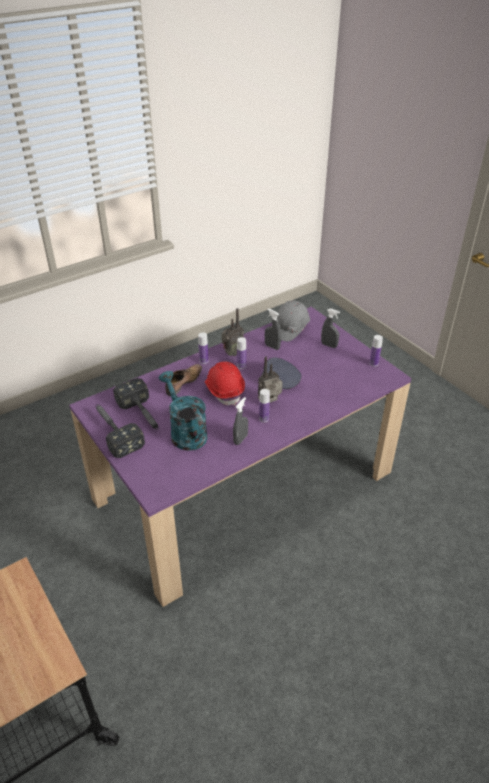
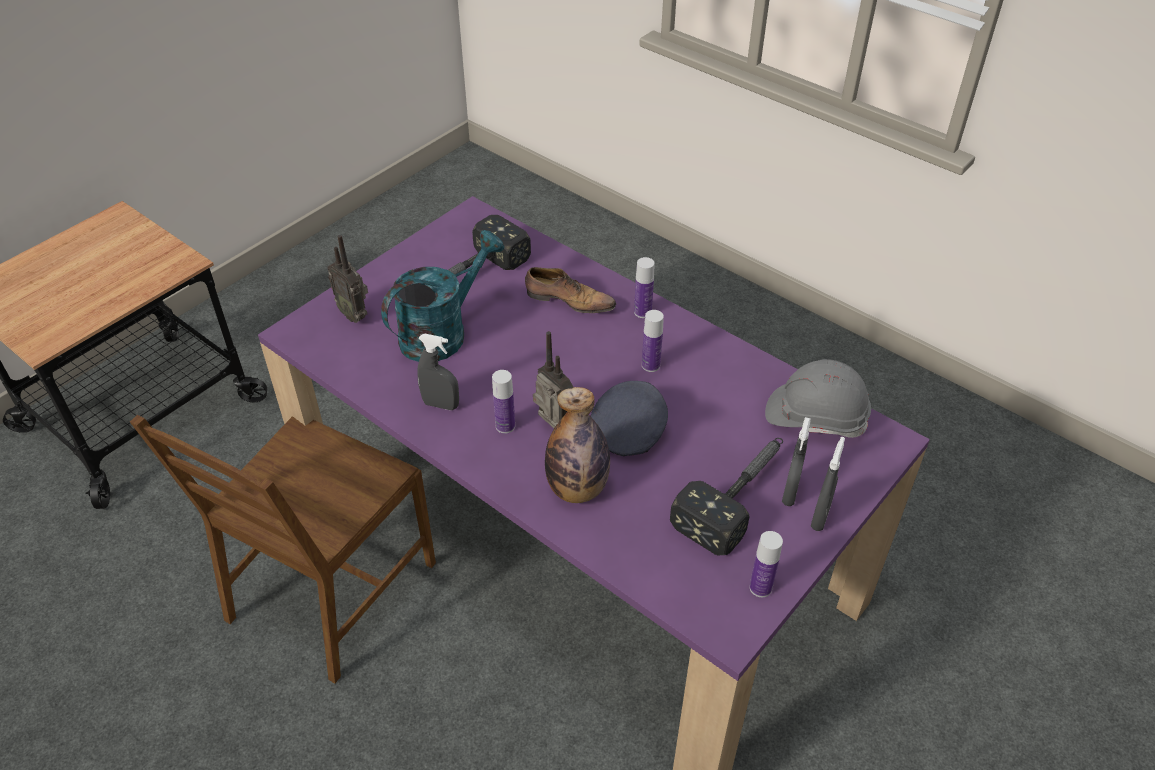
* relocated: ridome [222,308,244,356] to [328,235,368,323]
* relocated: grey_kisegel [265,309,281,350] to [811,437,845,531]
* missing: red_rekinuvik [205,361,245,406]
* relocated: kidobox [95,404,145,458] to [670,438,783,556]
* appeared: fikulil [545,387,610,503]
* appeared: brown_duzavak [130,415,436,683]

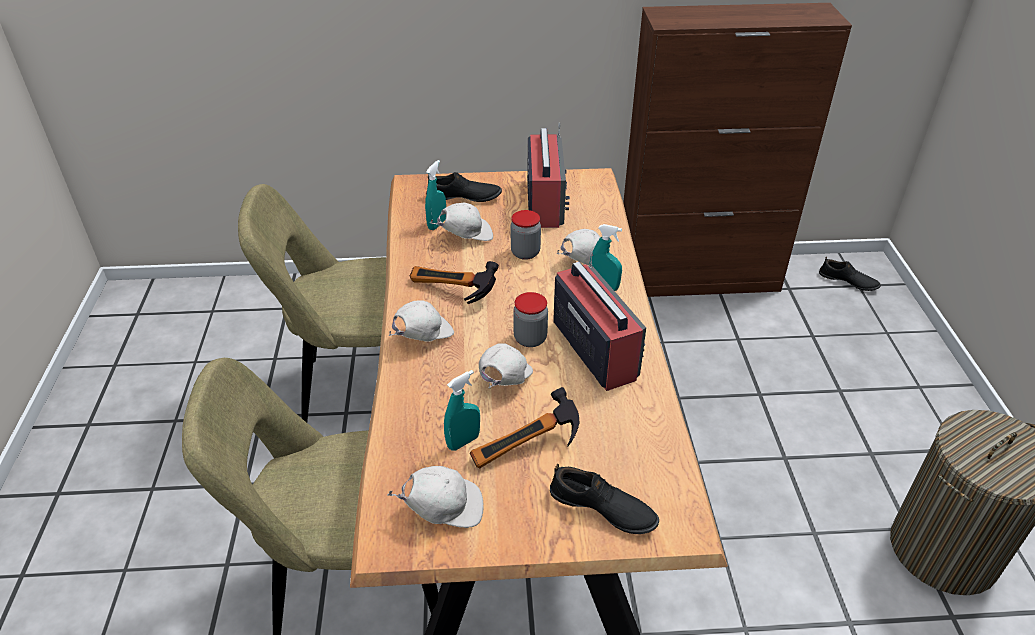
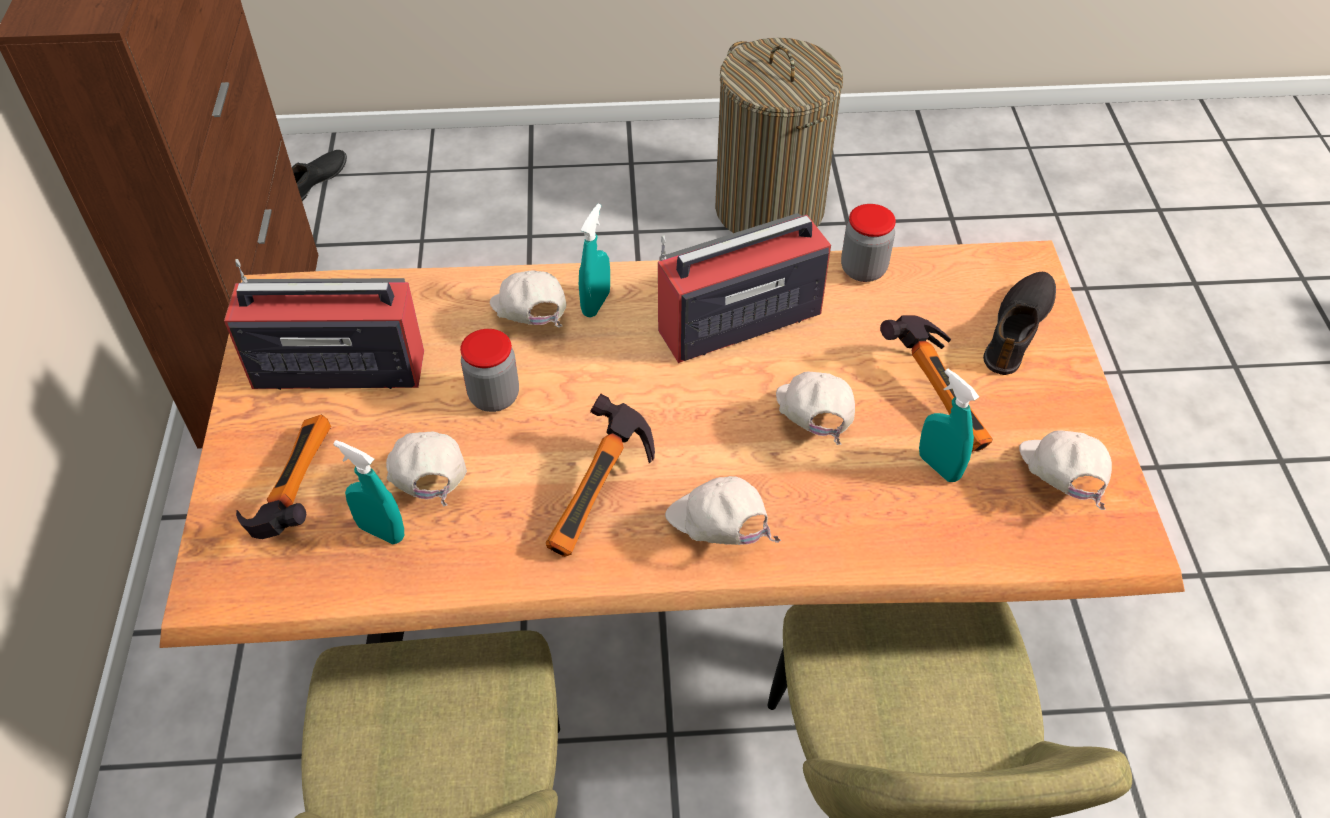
* exchanged: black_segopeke [426,172,502,202] to kidobox [236,415,331,539]
* relocated: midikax [513,292,548,347] to [841,204,896,282]
* spun: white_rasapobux [479,343,533,389] = [776,372,855,445] 60 degrees clockwise

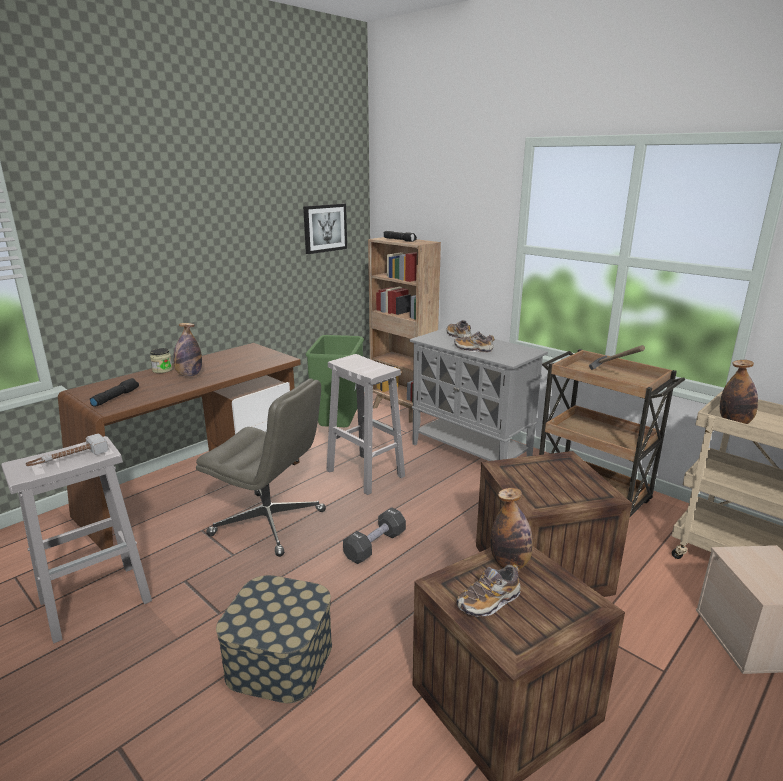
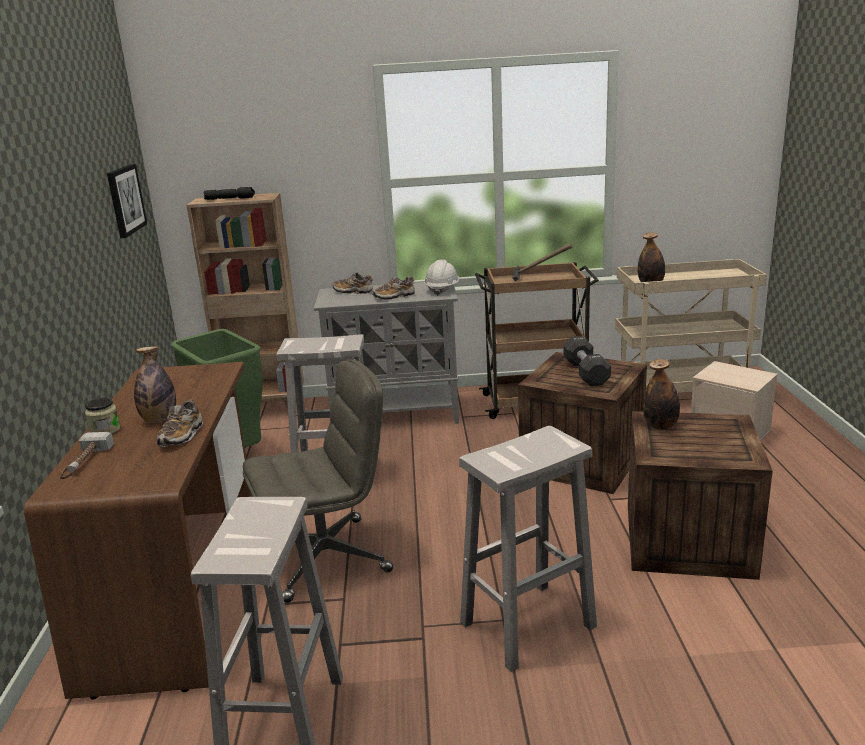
* missing: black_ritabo [90,378,139,407]
* relocated: kidobox [26,434,108,466] to [60,432,114,479]
* relocated: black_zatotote [343,507,406,564] to [563,336,611,386]
* relocated: segopeke [456,564,521,617] to [157,399,203,447]
* exchanged: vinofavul [216,575,332,703] to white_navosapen [459,426,597,672]
* appeared: white_rekinuvik [424,260,459,296]

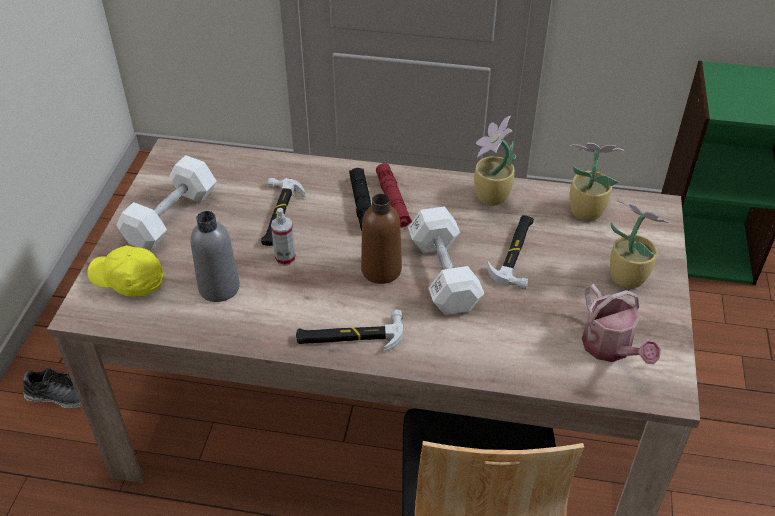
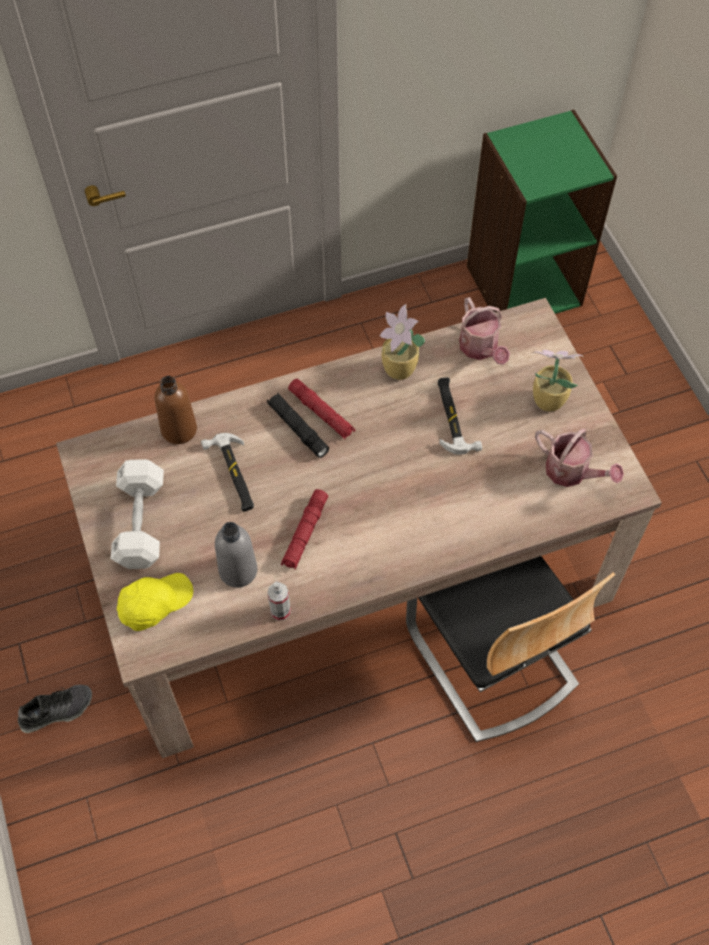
* exchanged: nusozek [570,143,624,221] to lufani [459,297,510,365]
* relocated: brown_fikulil [361,194,402,284] to [155,376,197,444]
* missing: white_zatotote [408,206,484,315]
* relocated: kisegel [271,208,296,266] to [267,581,291,621]
* spun: yellow_rasapobux [88,245,164,297] = [117,573,193,631] 150 degrees clockwise
* missing: kidobox [296,309,403,352]
* appeared: red_ritabo [281,489,328,570]

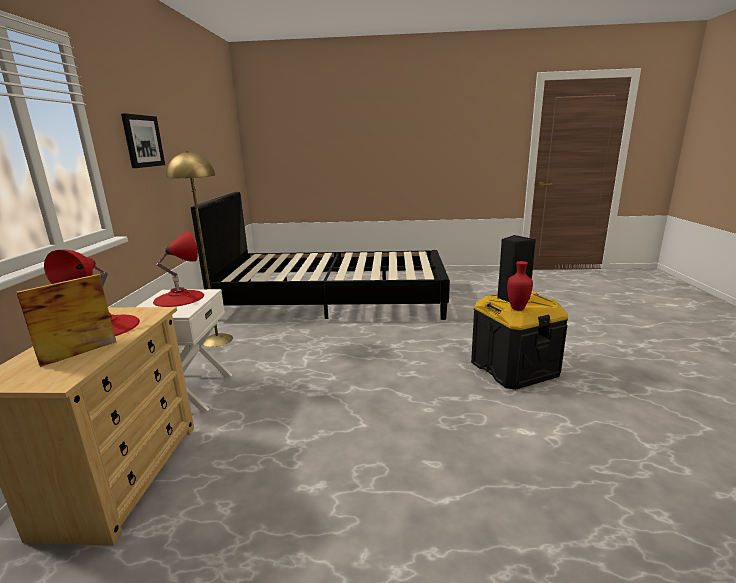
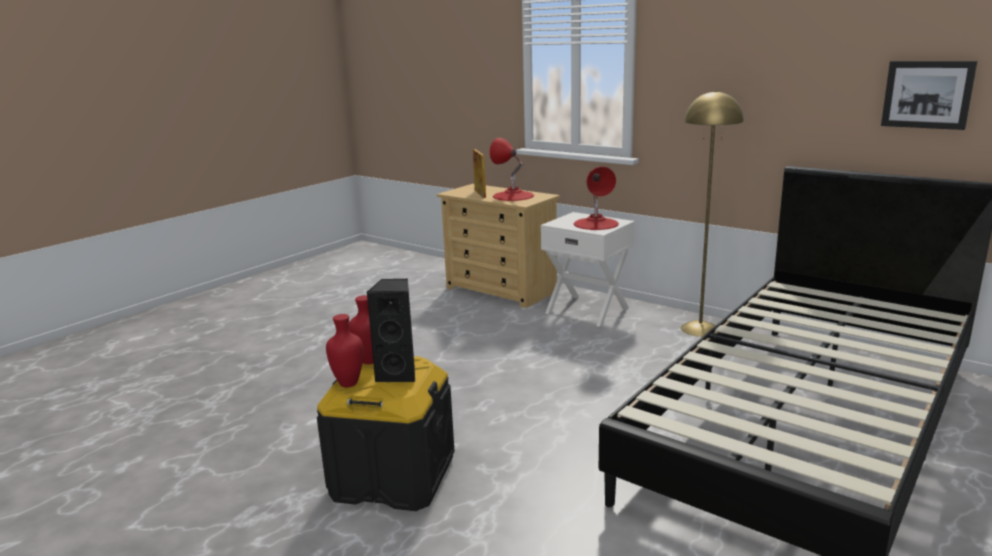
* relocated: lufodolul [121,113,165,168] to [881,61,977,130]
* appeared: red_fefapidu [326,314,363,387]

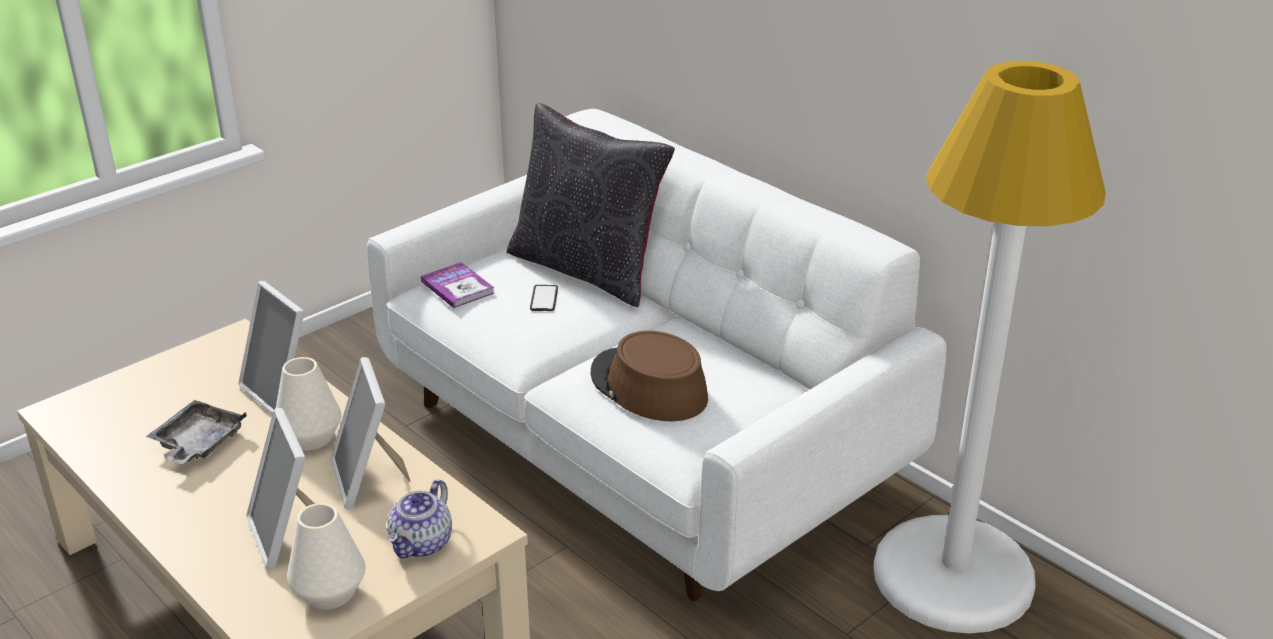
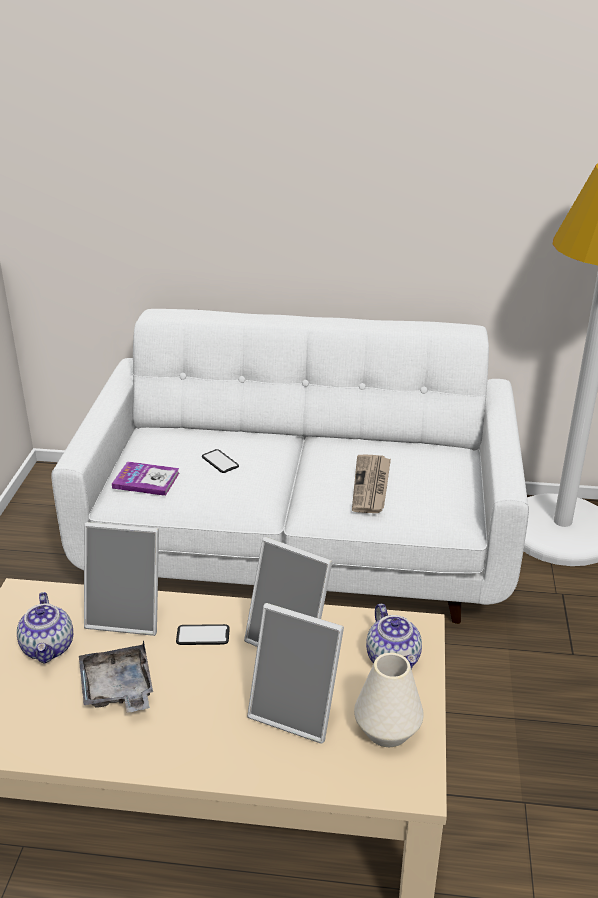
* missing: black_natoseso [506,103,675,307]
* exchanged: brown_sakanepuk [591,331,708,421] to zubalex [352,455,391,513]
* exchanged: white_fefapidu [276,357,341,451] to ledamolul [176,624,230,645]
* appeared: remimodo [17,592,73,664]

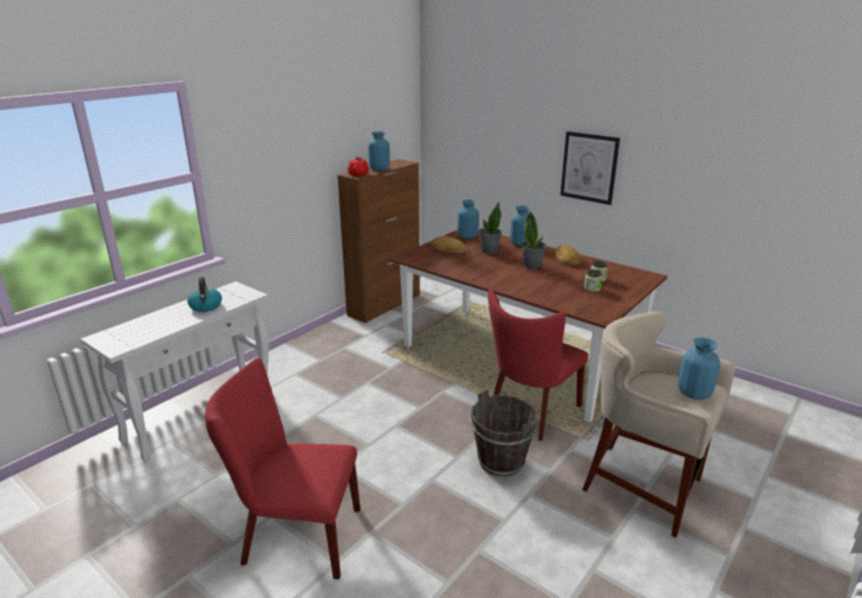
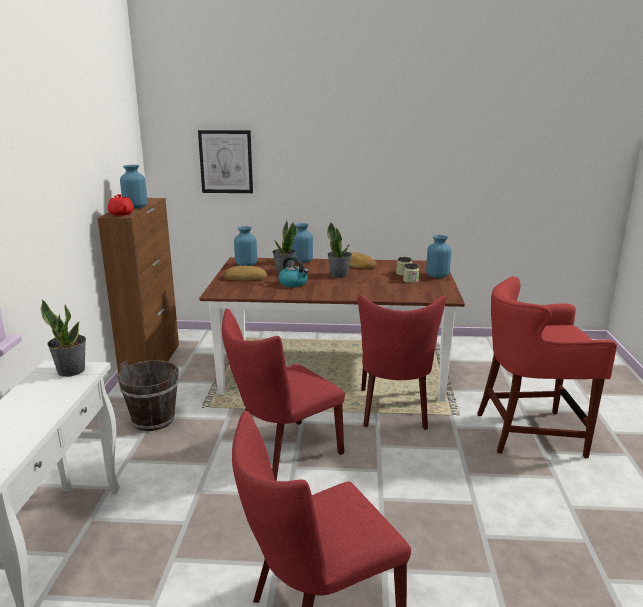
* relocated: lufodolul [560,131,620,205] to [198,130,253,193]
* relocated: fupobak [187,277,222,312] to [278,256,309,287]
* colour: beige_navosapen [582,311,735,538] to red_navosapen [477,276,617,458]
* relocated: blue_fefapidu [678,337,720,400] to [426,235,451,278]
* relocated: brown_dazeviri [471,390,538,477] to [117,360,179,431]
* appeared: nusozek [40,299,86,377]
* appeared: red_duzavak [222,309,345,481]

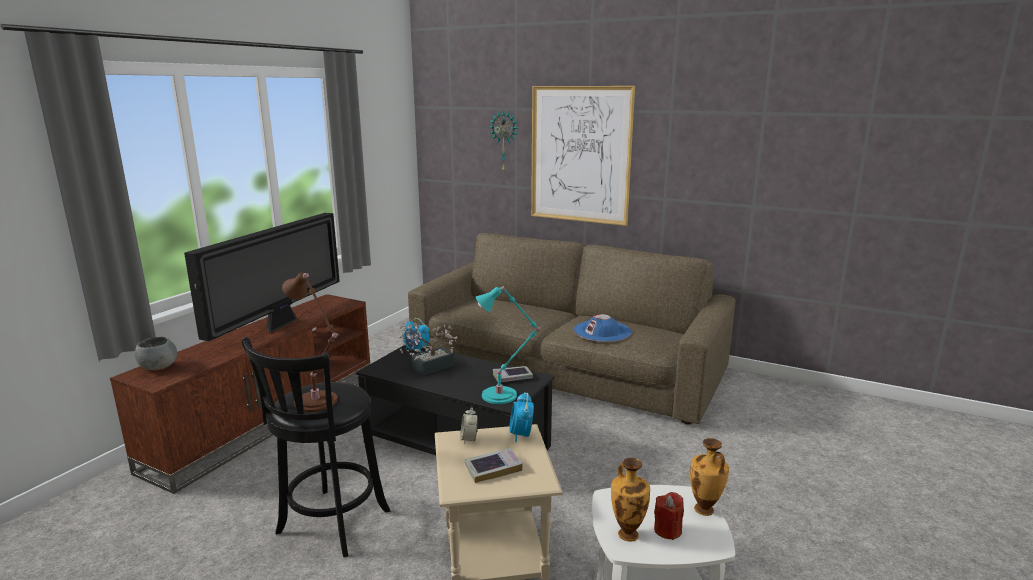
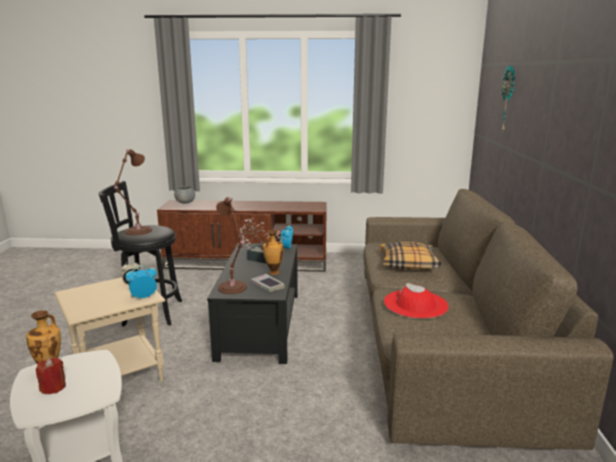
* missing: lufodolul [531,86,635,226]
* missing: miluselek [184,213,340,341]
* colour: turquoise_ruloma [476,286,540,404] to brown_ruloma [216,197,247,294]
* colour: blue_sakanepuk [574,314,631,342] to red_sakanepuk [384,283,449,319]
* relocated: fefapidu [690,438,729,516] to [263,230,283,275]
* missing: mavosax [465,448,523,483]
* appeared: natoseso [380,242,441,269]

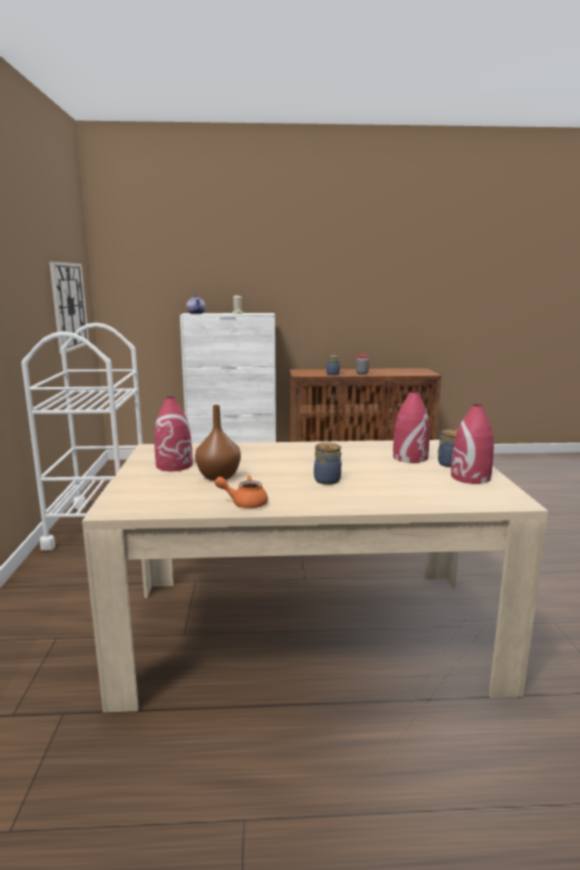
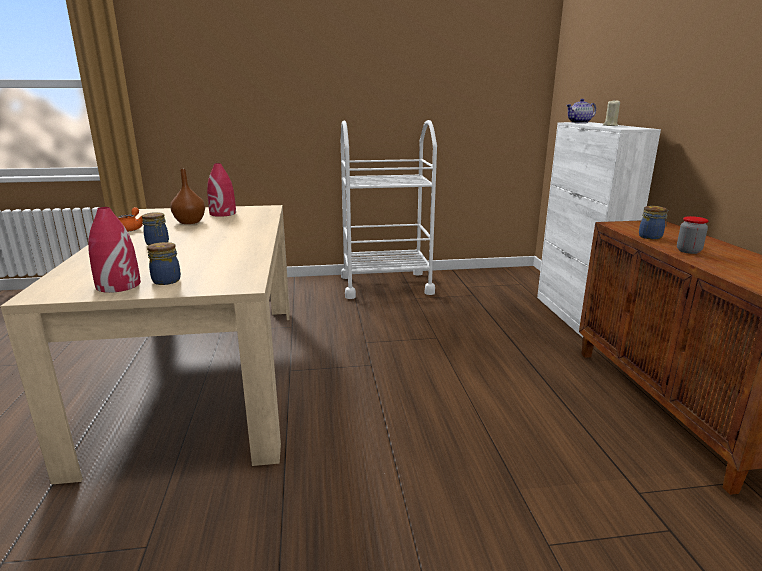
* missing: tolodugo [49,262,89,354]
* missing: red_fefapidu [393,391,430,463]

